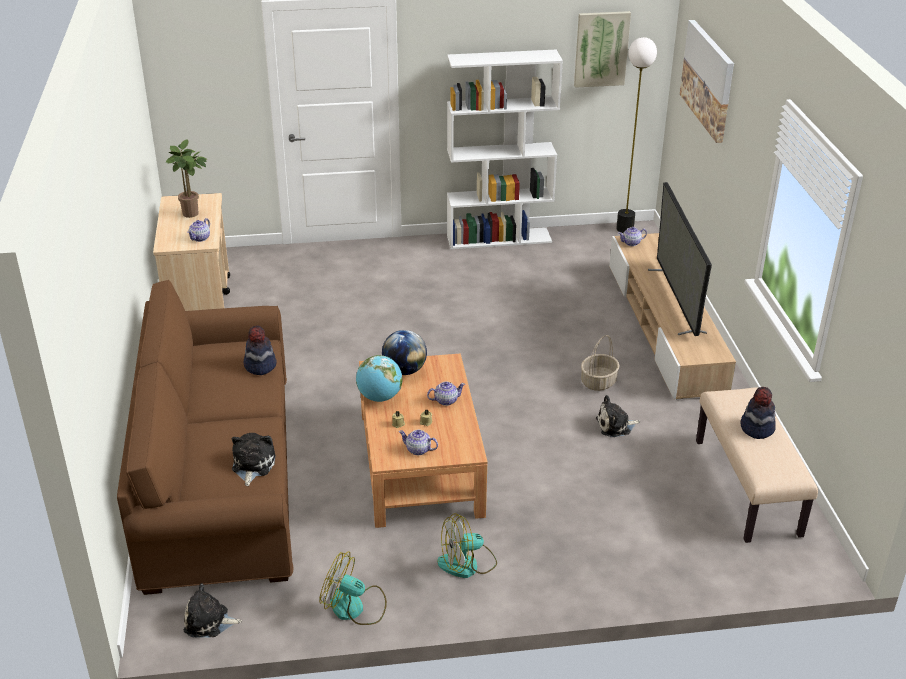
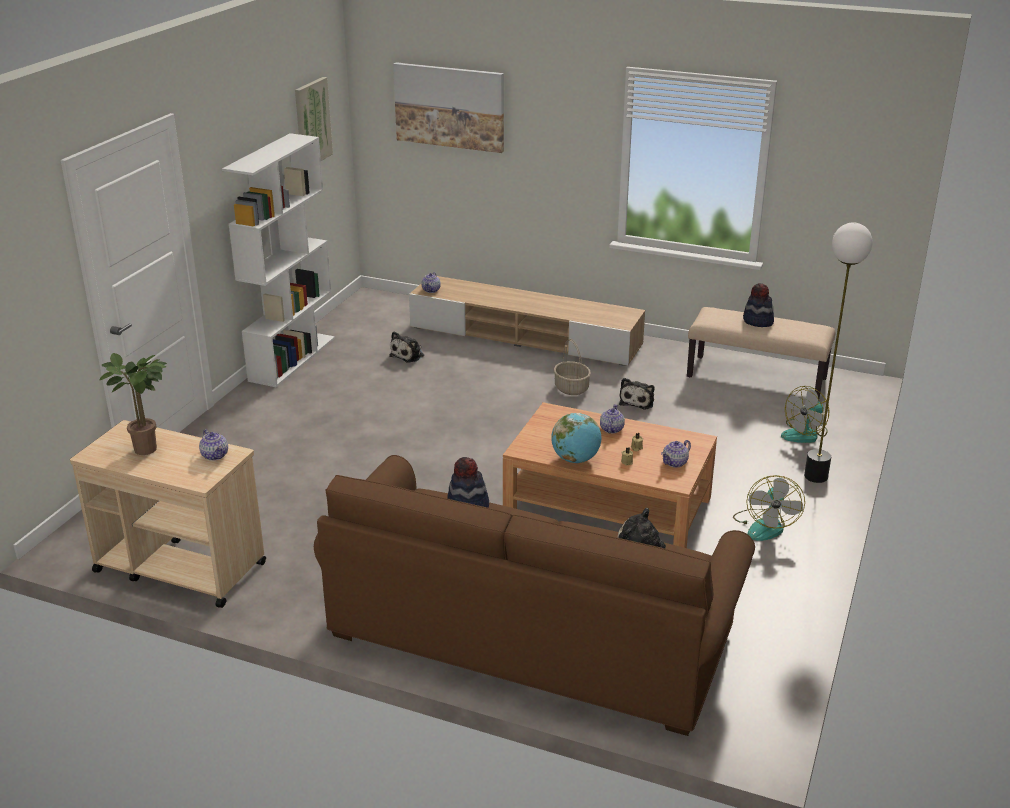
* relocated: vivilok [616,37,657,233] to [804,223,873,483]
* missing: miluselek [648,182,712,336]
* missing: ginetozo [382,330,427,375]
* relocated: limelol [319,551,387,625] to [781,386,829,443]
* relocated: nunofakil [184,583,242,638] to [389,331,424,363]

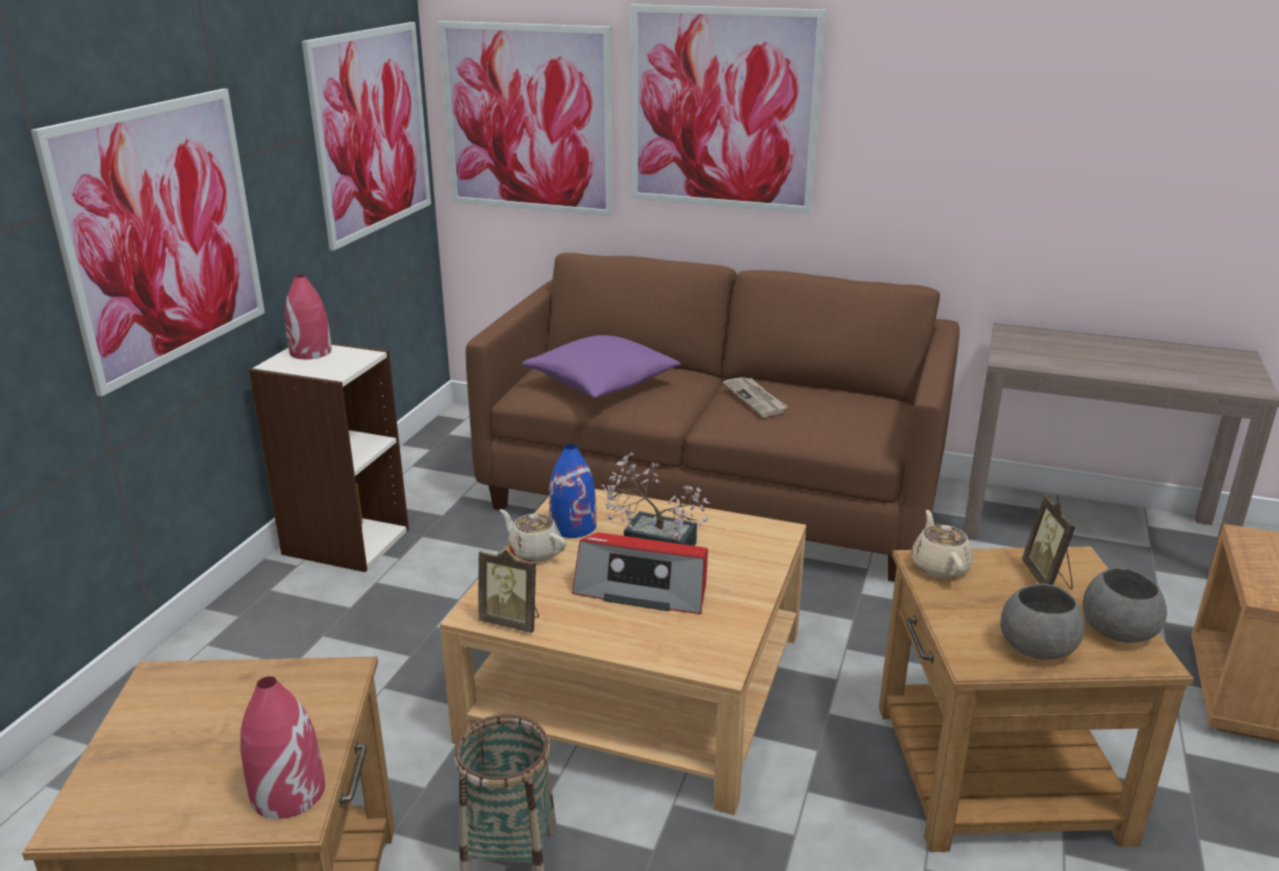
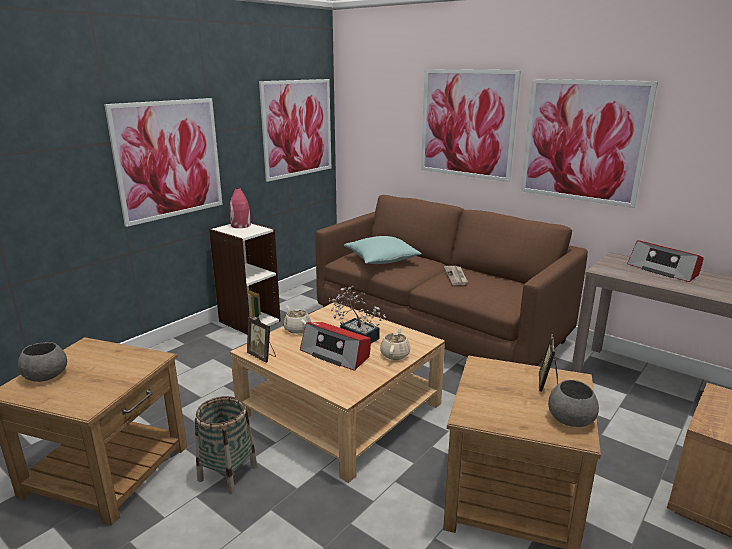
* relocated: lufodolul [438,21,613,217] to [521,79,658,208]
* colour: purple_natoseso [522,335,682,398] to turquoise_natoseso [344,236,422,264]
* missing: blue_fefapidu [549,444,596,538]
* relocated: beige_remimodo [911,510,973,579] to [380,327,410,360]
* relocated: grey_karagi [1000,583,1084,660] to [18,342,67,382]
* missing: red_fefapidu [240,676,325,819]
* appeared: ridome [627,240,704,282]

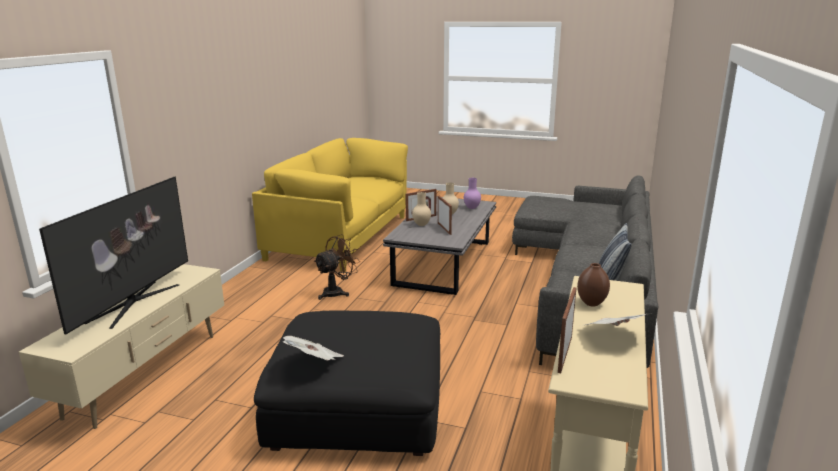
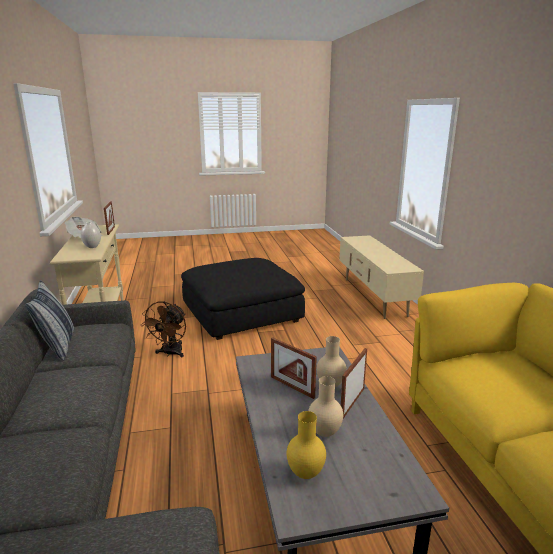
* missing: miluselek [39,177,188,335]
* colour: purple_fefapidu [464,178,481,209] to yellow_fefapidu [287,411,326,479]
* relocated: brown_limelol [314,234,360,300] to [140,301,186,358]
* colour: brown_fefapidu [577,263,610,306] to white_fefapidu [81,222,101,248]
* missing: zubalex [283,336,344,360]

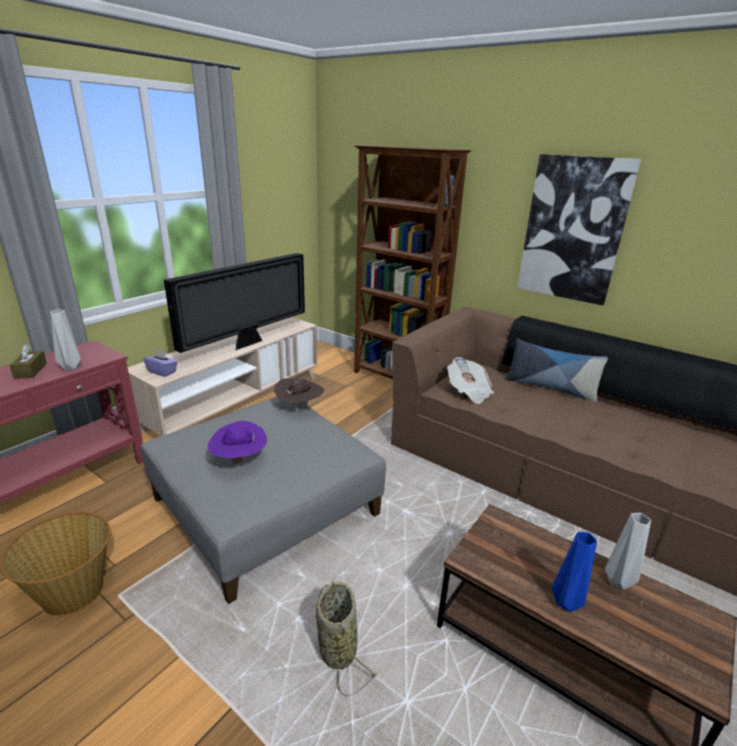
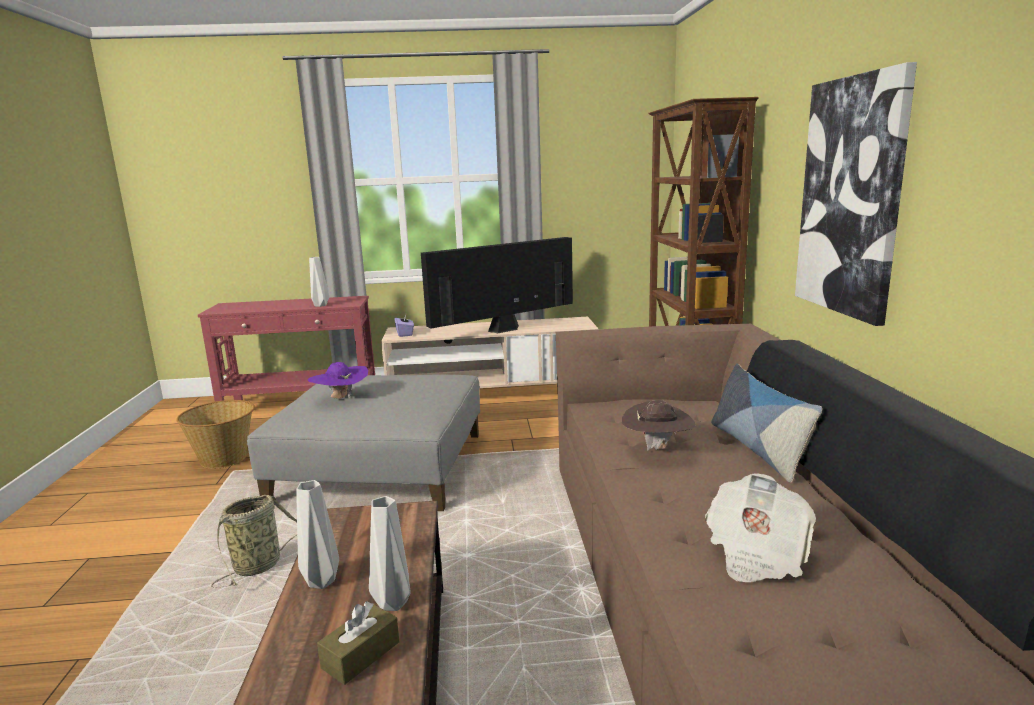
* spun: miluselek [164,253,305,353] = [421,237,573,333] 150 degrees clockwise
* relocated: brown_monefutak [9,344,47,379] to [317,601,399,685]
* relocated: zubalex [447,357,494,404] to [705,473,816,582]
* relocated: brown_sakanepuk [274,377,325,412] to [622,400,696,451]
* colour: blue_fefapidu [552,532,597,612] to grey_fefapidu [296,480,339,589]

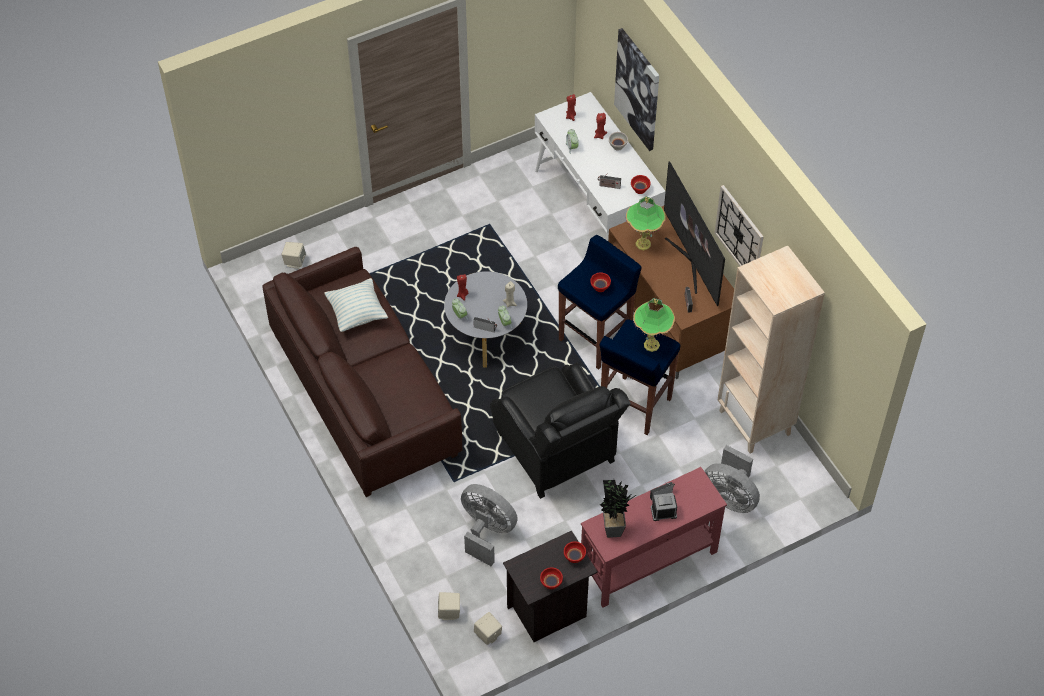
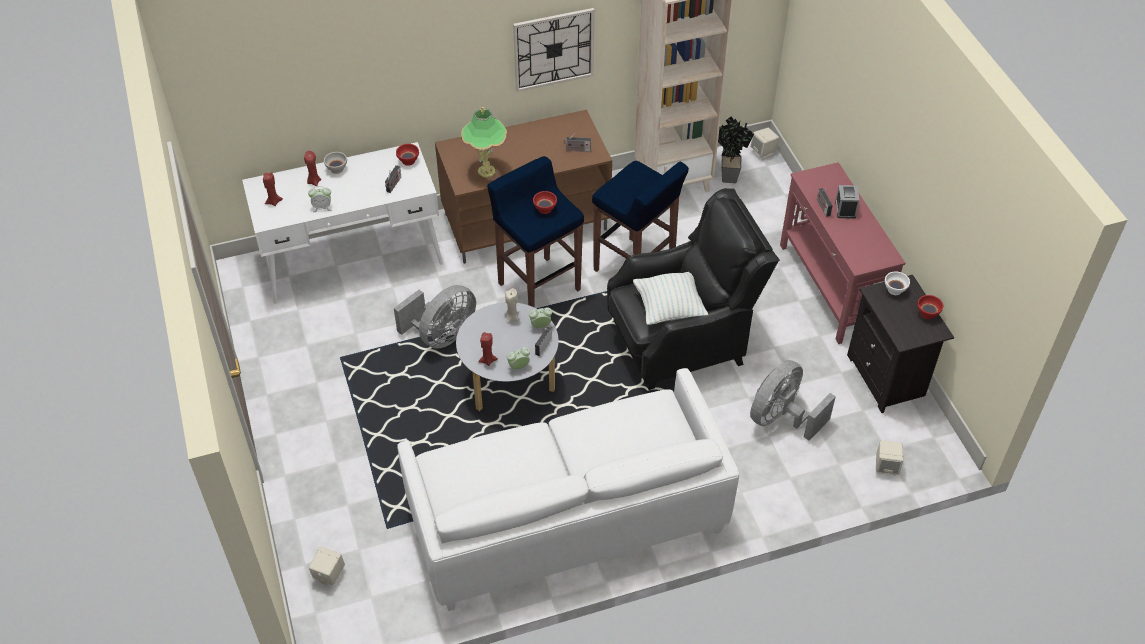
* missing: lufodolul [614,28,659,151]
* missing: miluselek [664,162,725,306]
* colour: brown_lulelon [262,247,462,497] to white_lulelon [397,368,739,611]
* relocated: natoseso [324,278,388,332] to [633,272,708,325]
* missing: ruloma [633,298,675,352]
* relocated: grey_limelol [704,445,760,513] to [394,285,476,349]
* relocated: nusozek [600,480,636,538] to [718,116,754,183]
* colour: red_karagi [564,542,586,563] to white_karagi [884,271,910,295]
* relocated: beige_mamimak [474,612,502,645] to [750,127,779,159]

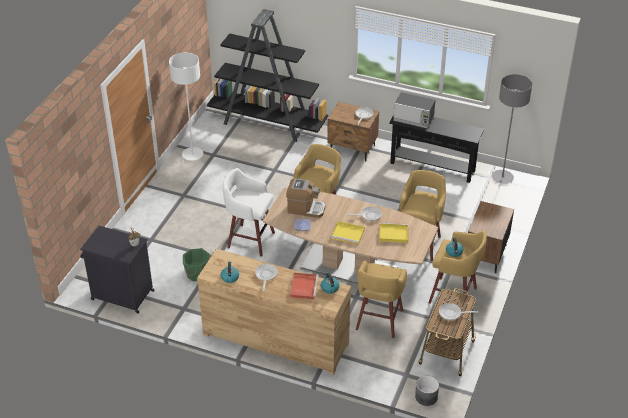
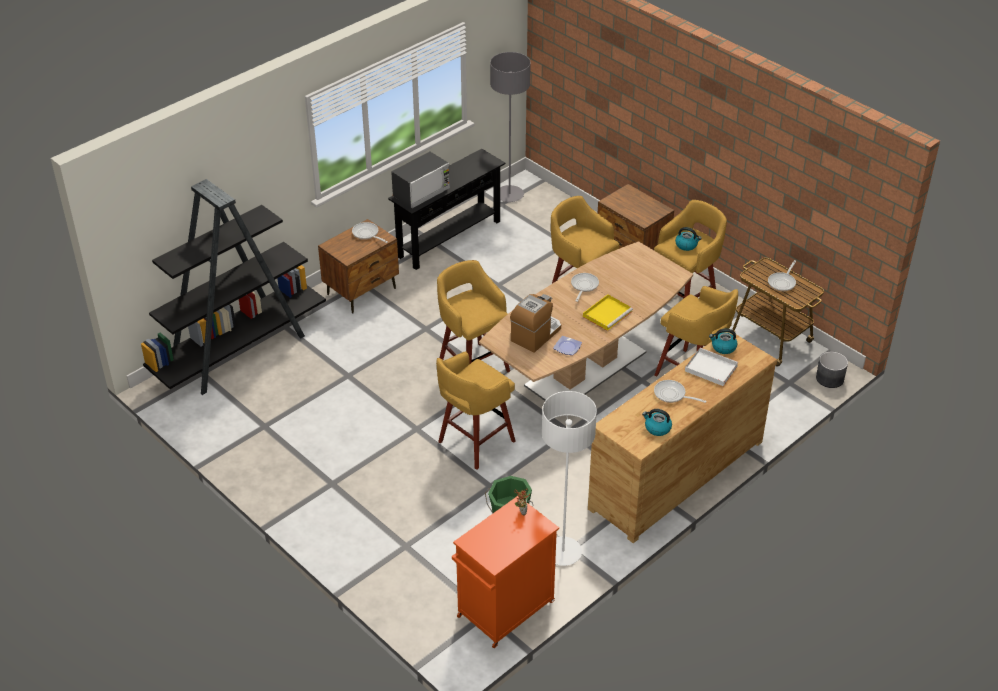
* relocated: white_vivilok [169,52,203,161] to [542,391,597,566]
* colour: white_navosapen [223,168,275,257] to yellow_navosapen [436,351,516,470]
* missing: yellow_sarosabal [379,223,408,243]
* colour: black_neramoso [80,226,154,314] to orange_neramoso [452,496,559,648]
* colour: red_sarosabal [290,273,319,299] to white_sarosabal [685,347,738,386]

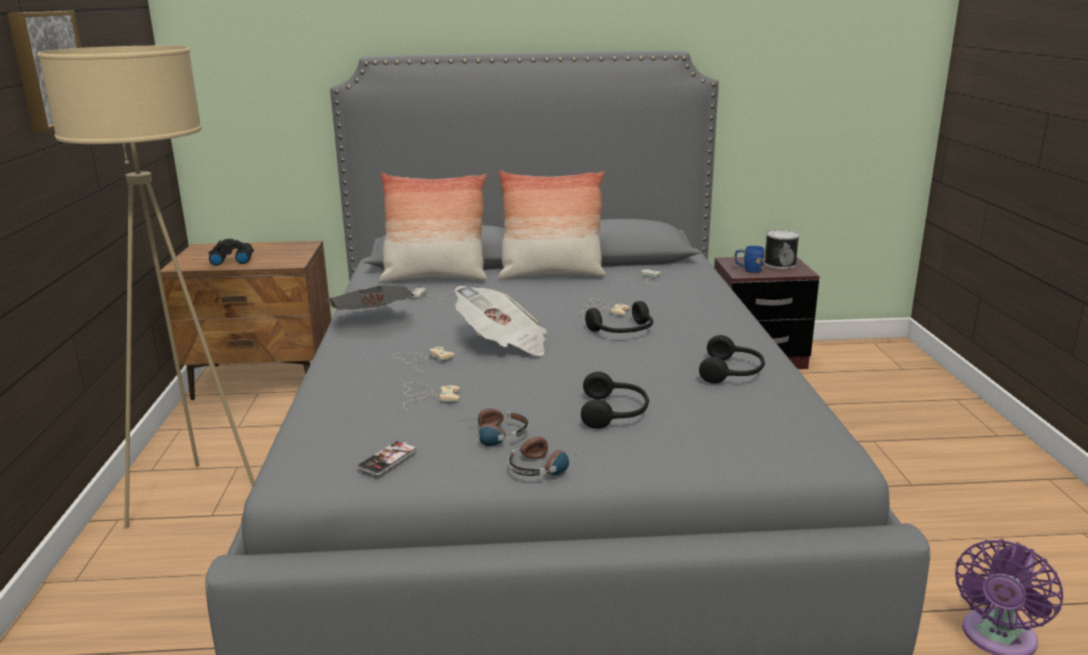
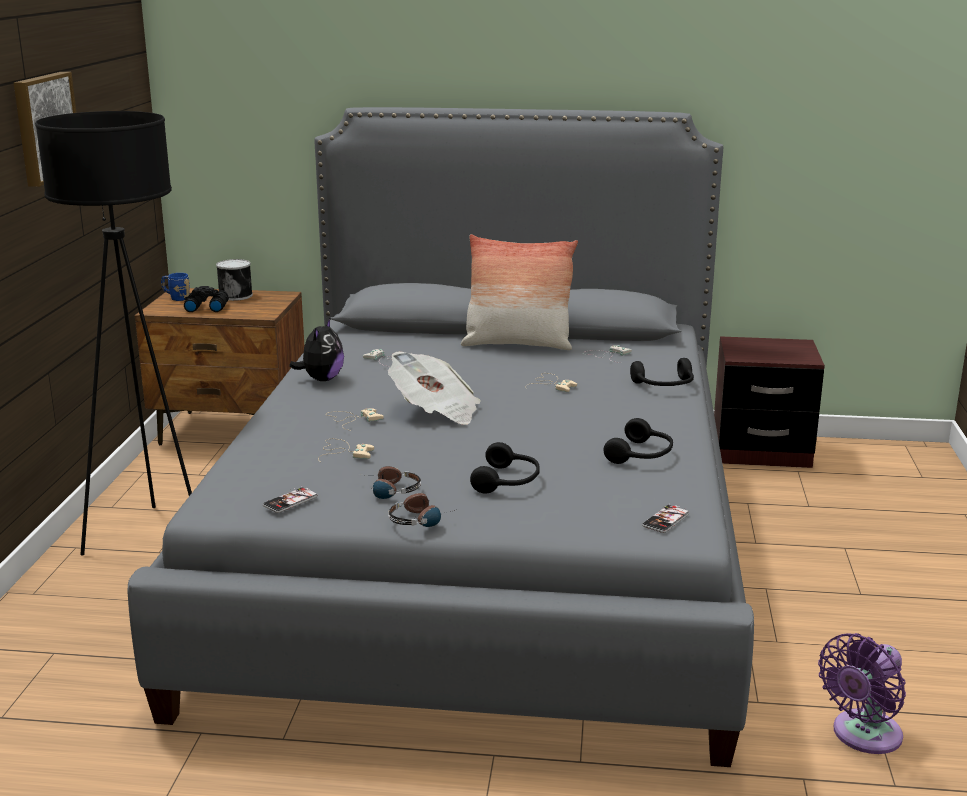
* colour: beige_vivilok [38,46,255,528] to black_vivilok [35,111,192,556]
* missing: natoseso [379,173,488,282]
* relocated: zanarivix [764,230,799,269] to [216,259,253,301]
* relocated: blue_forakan [734,246,766,273] to [161,273,190,301]
* exchanged: zubalex [326,286,414,310] to nunofakil [289,319,344,381]
* relocated: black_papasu [585,301,653,333] to [630,358,694,386]
* appeared: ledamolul [642,505,689,533]

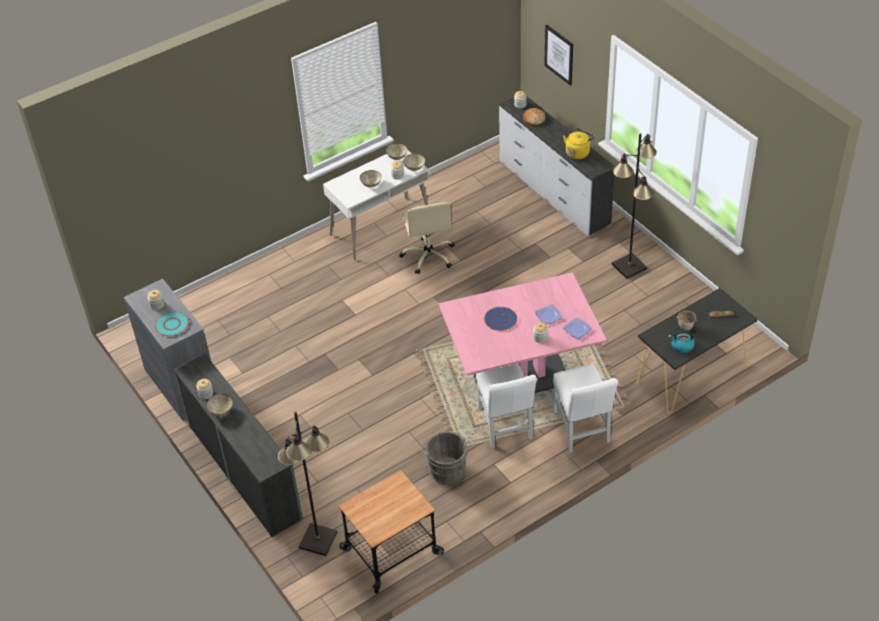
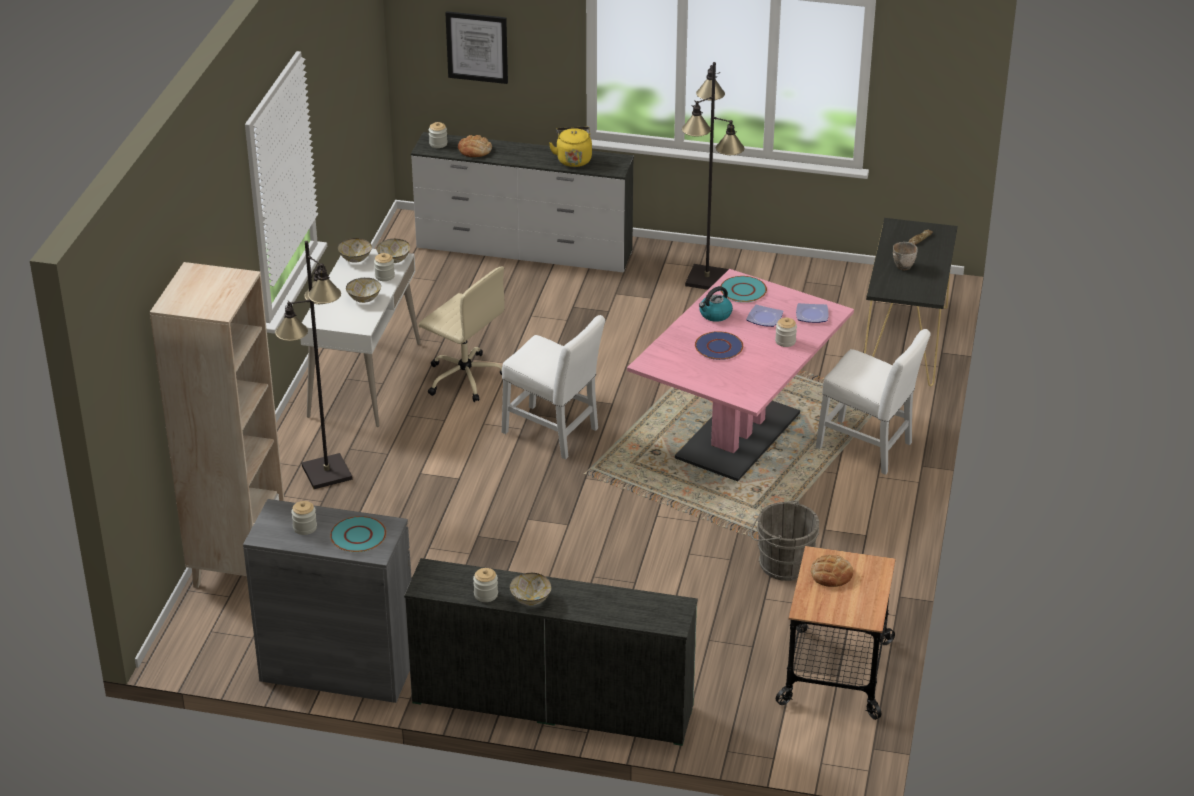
* relocated: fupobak [668,330,695,353] to [699,286,733,322]
* relocated: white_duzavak [476,364,537,448] to [502,315,605,460]
* relocated: black_vivilok [278,412,338,556] to [275,241,353,489]
* appeared: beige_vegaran [150,262,284,588]
* appeared: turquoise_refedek [721,276,767,302]
* appeared: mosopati [811,555,853,587]

